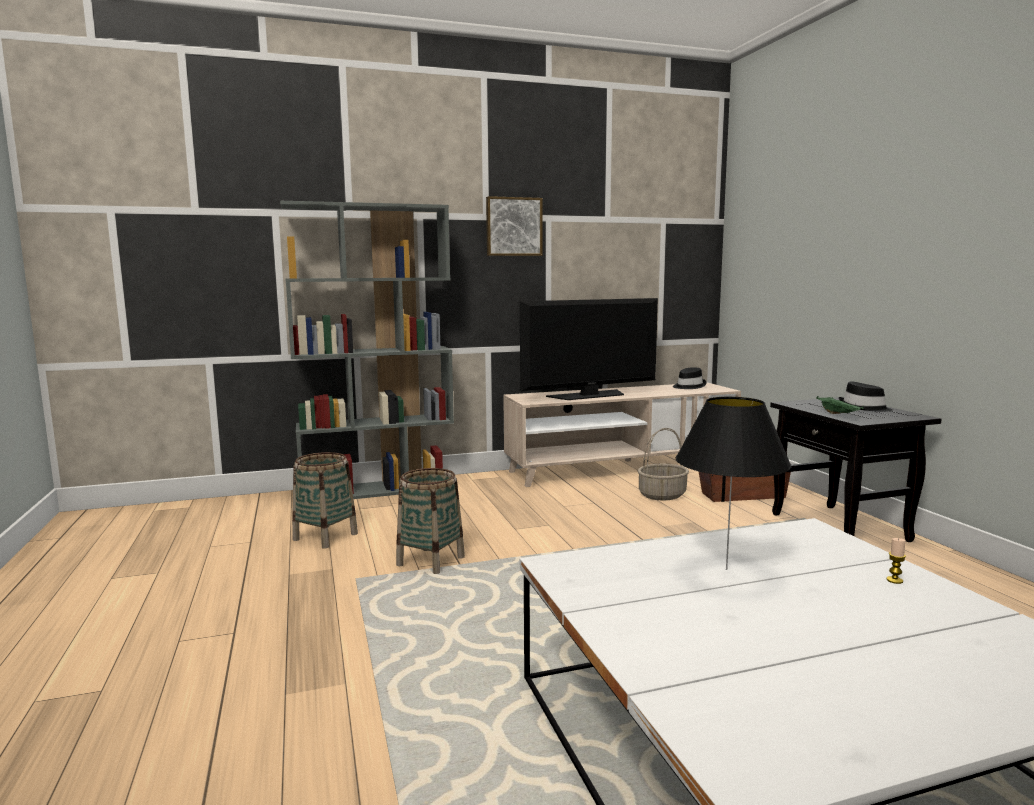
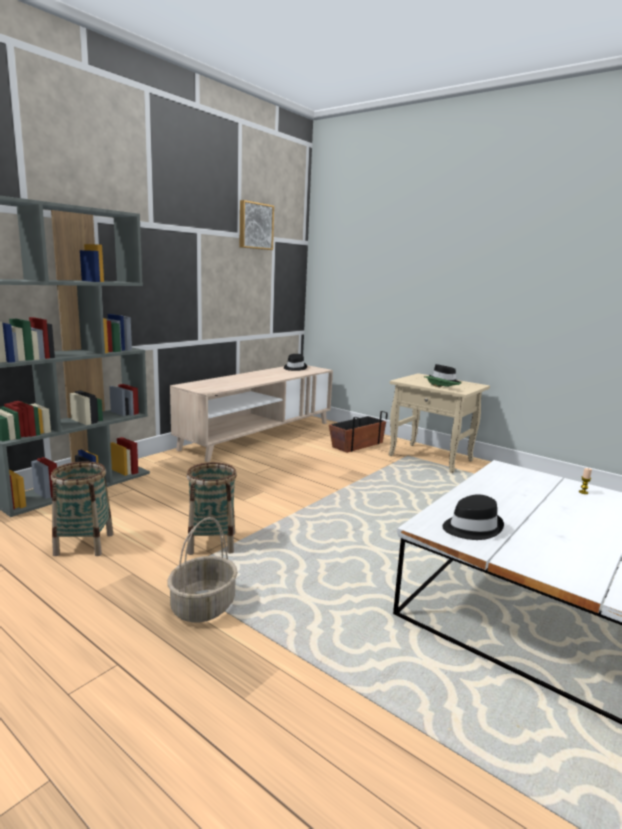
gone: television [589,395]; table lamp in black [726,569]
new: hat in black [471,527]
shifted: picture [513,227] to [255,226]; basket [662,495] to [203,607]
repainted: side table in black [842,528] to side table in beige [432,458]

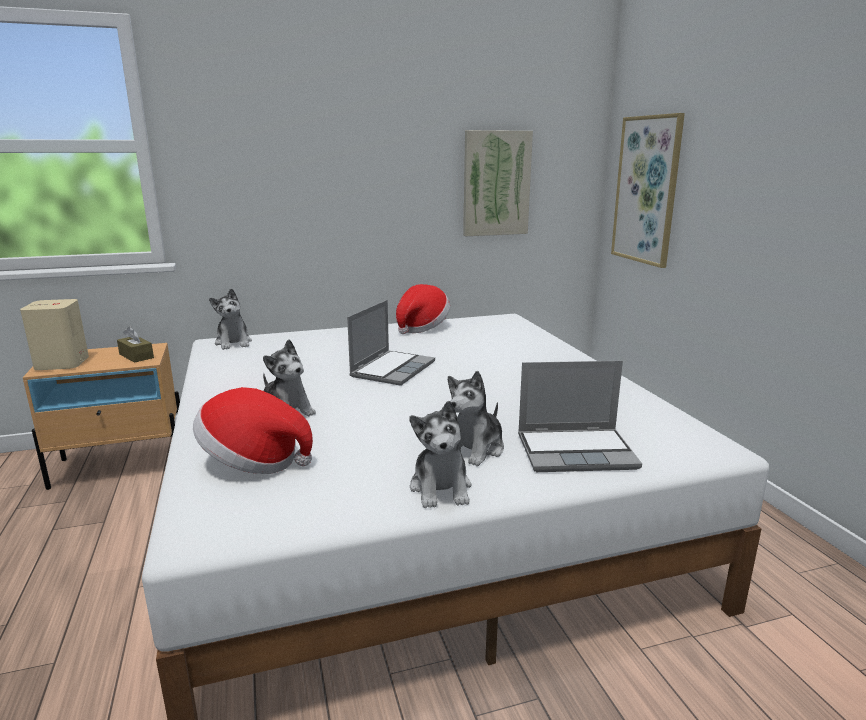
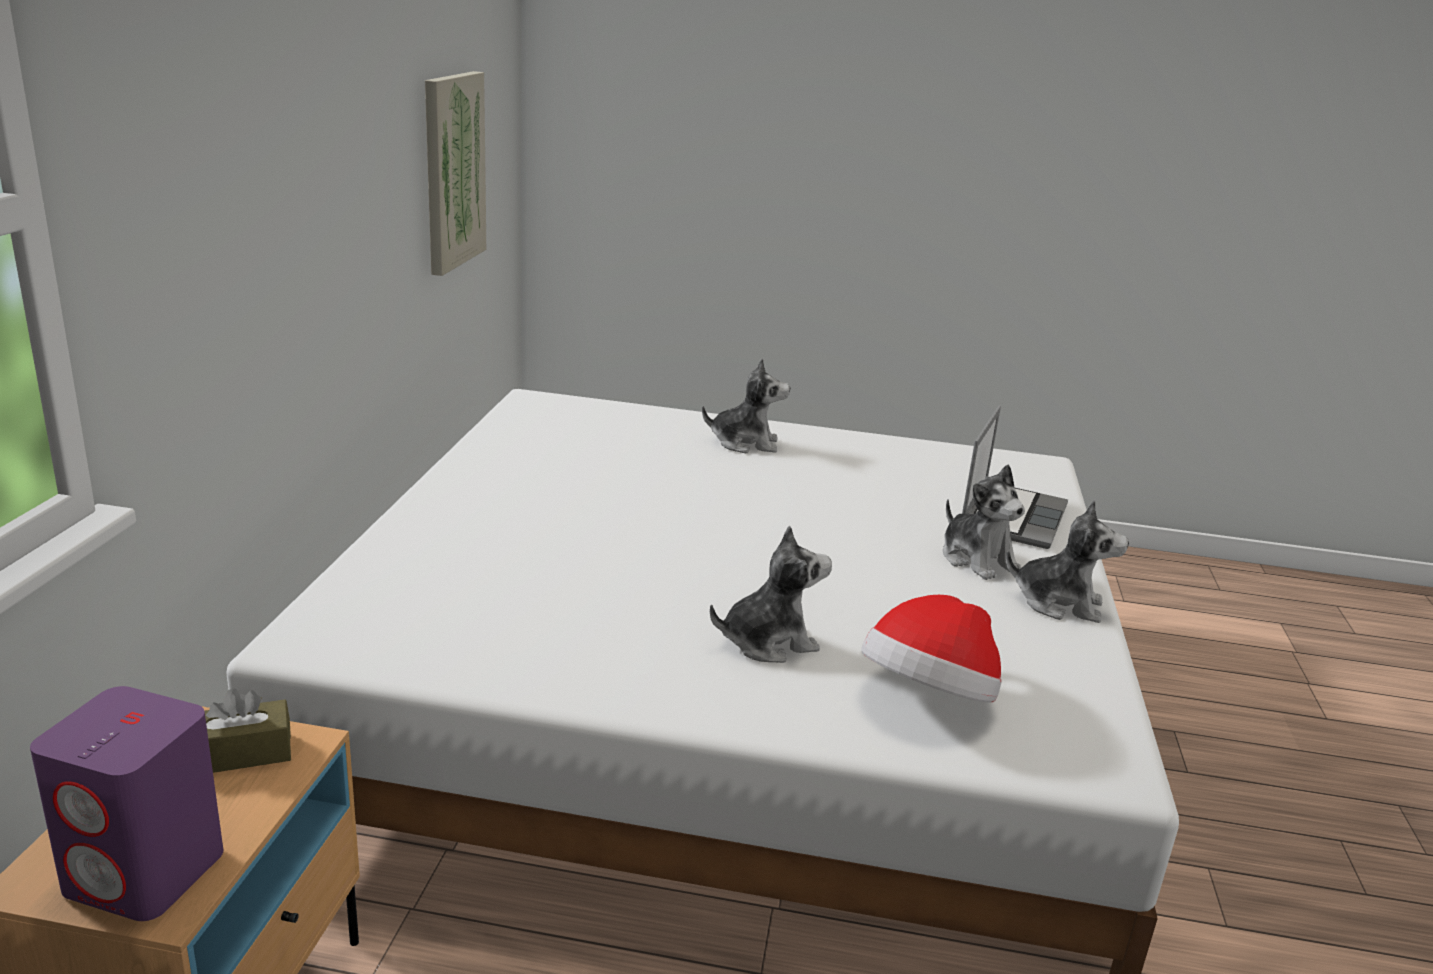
gone: laptop [392,369]; hat [421,327]; picture [647,190]
shifted: plush toy [233,343] to [745,443]
repainted: speaker in beige [62,364] to speaker in purple [146,872]

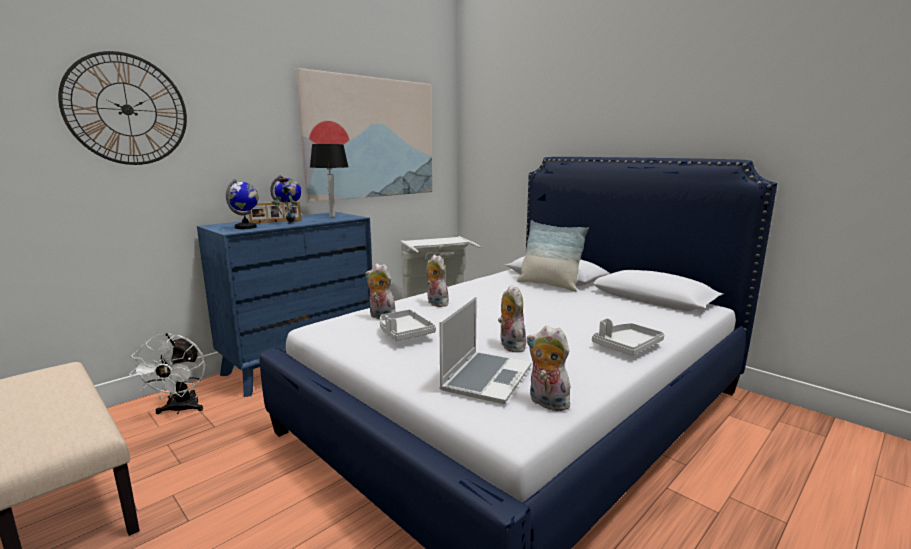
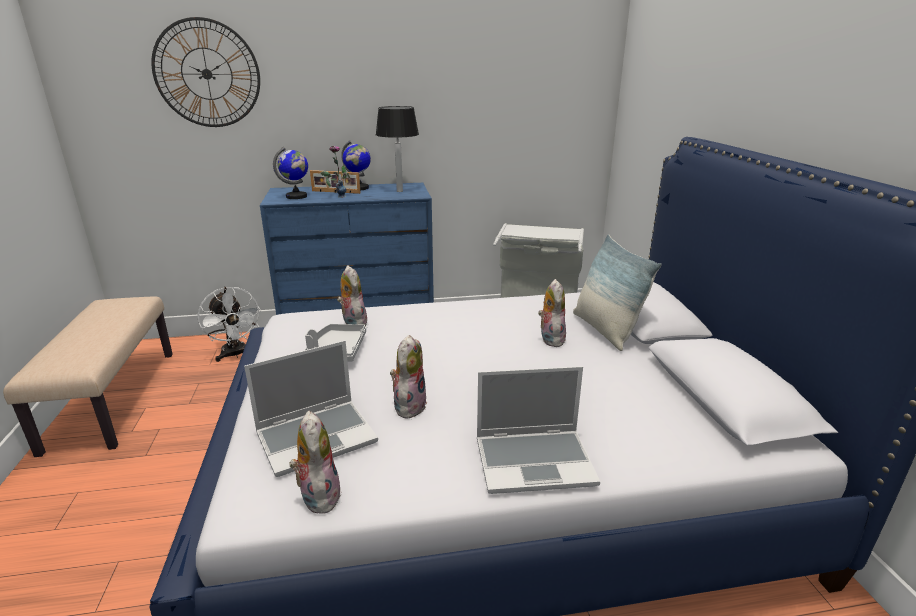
gone: picture [371,138]
shifted: plush toy [435,303] to [550,339]
swapped: tray in grey [626,346] to laptop [535,461]
rotated: fan in white [181,410] = [236,354] 60 degrees counterclockwise

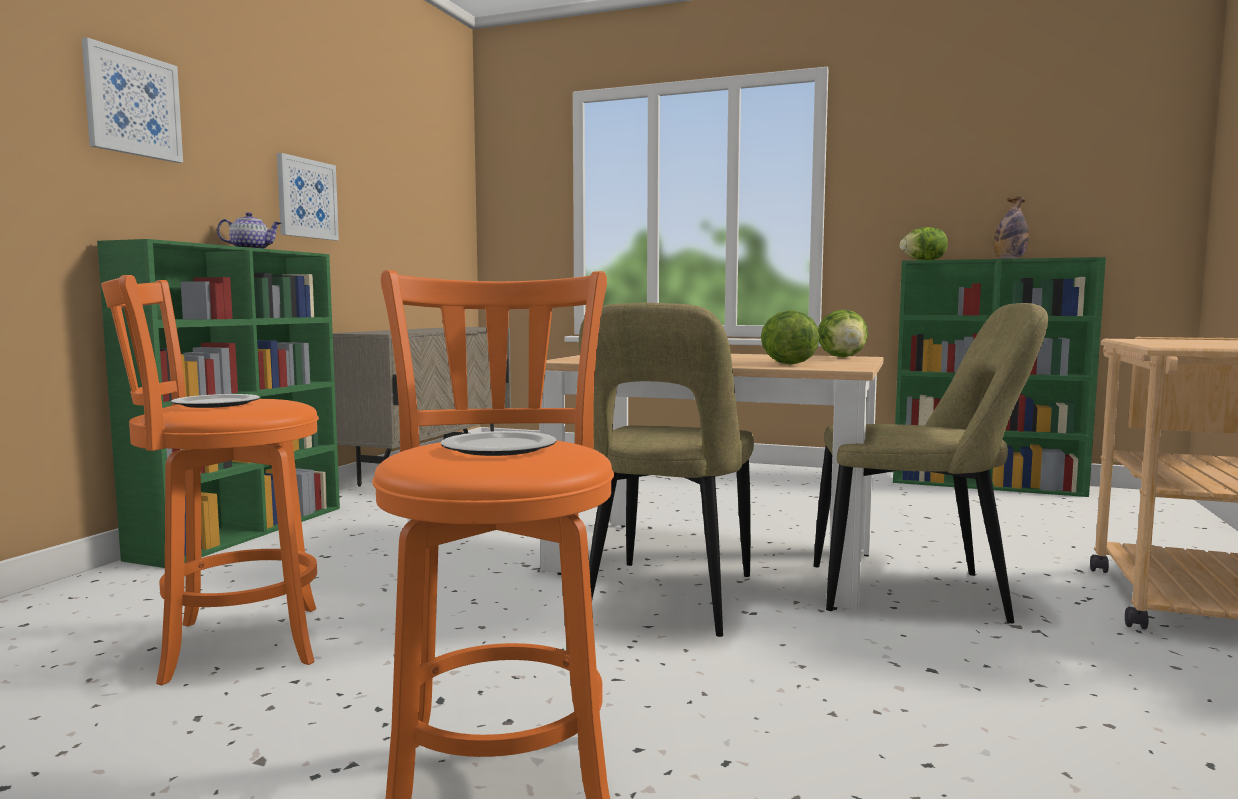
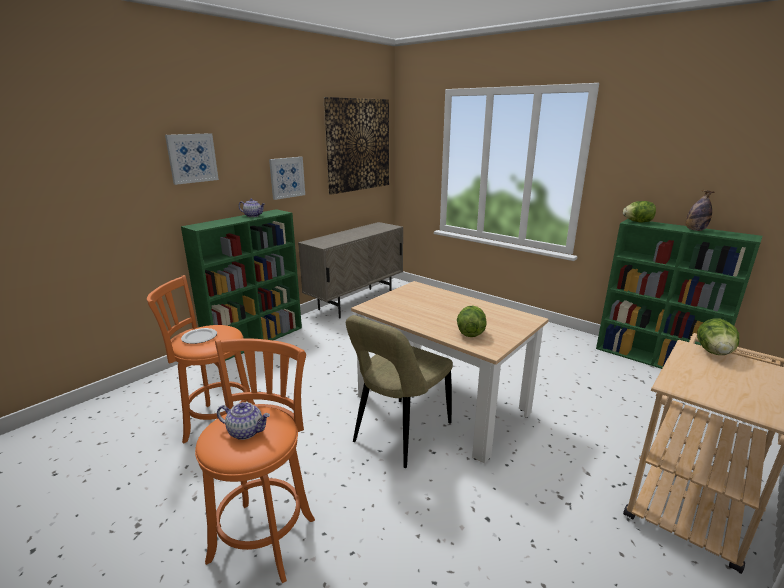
gone: chair in beige [916,594]
new: picture [358,145]
shifted: lettuce [843,357] to [714,352]
swapped: plate [498,448] to teapot [246,431]

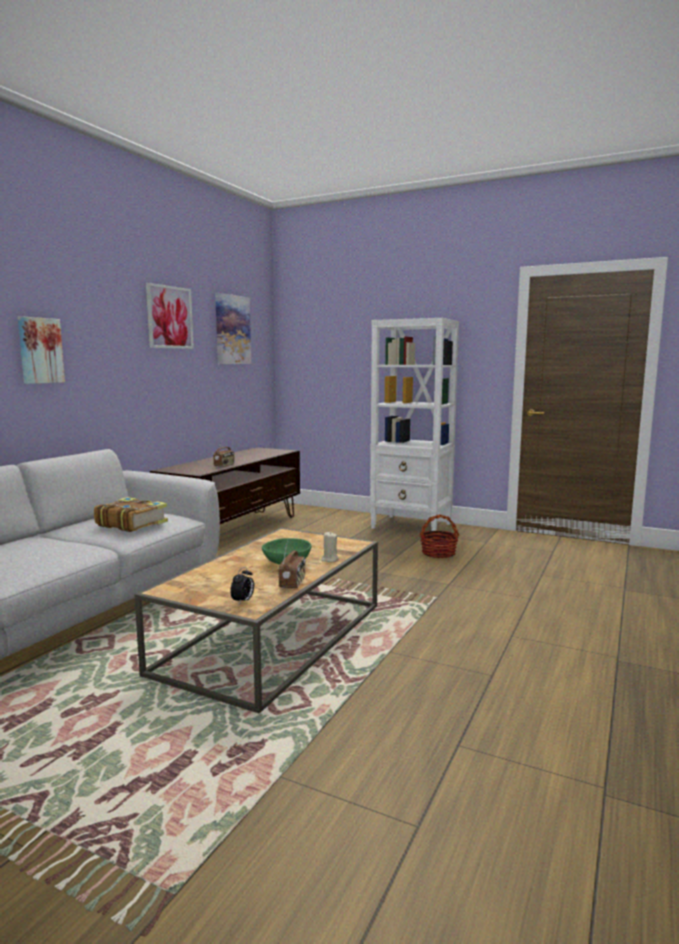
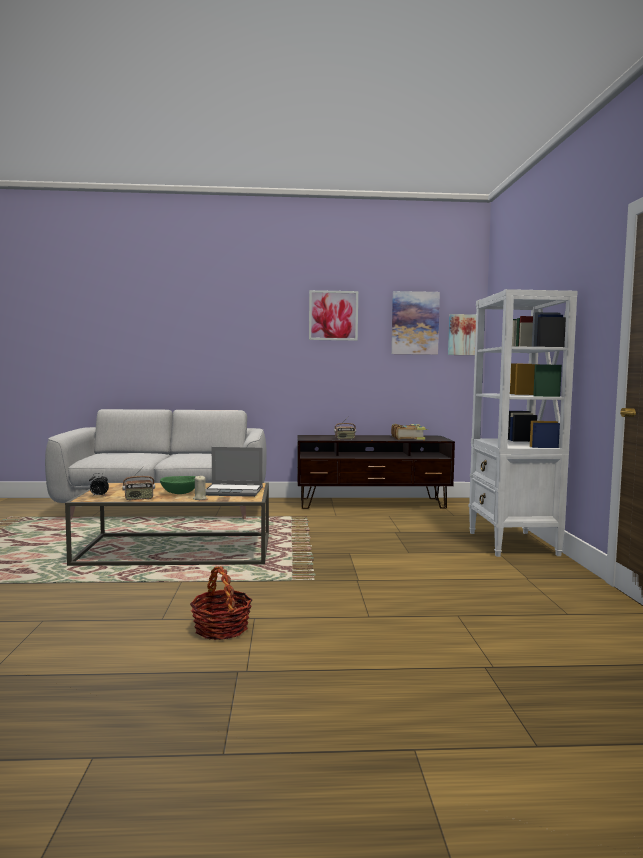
new: laptop [234,491]
shifted: picture [40,350] to [461,335]; book [131,523] to [408,438]; basket [438,553] to [221,628]

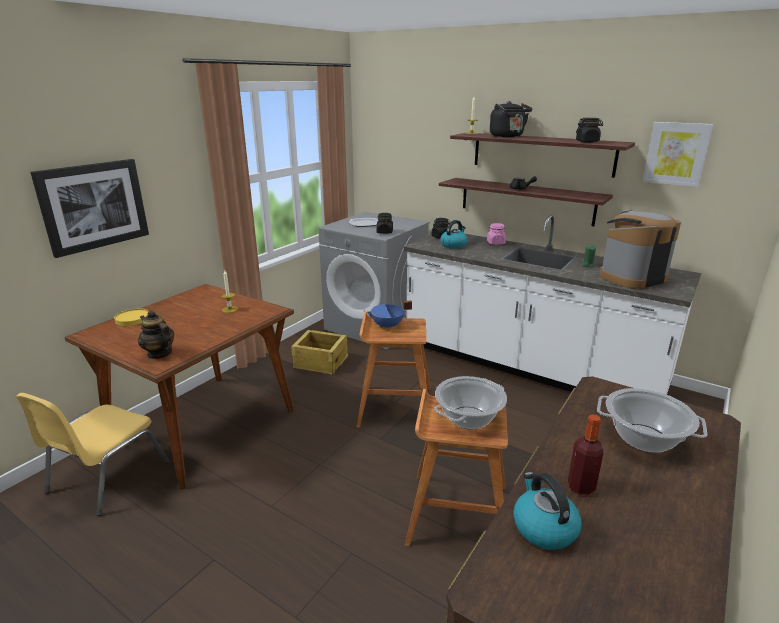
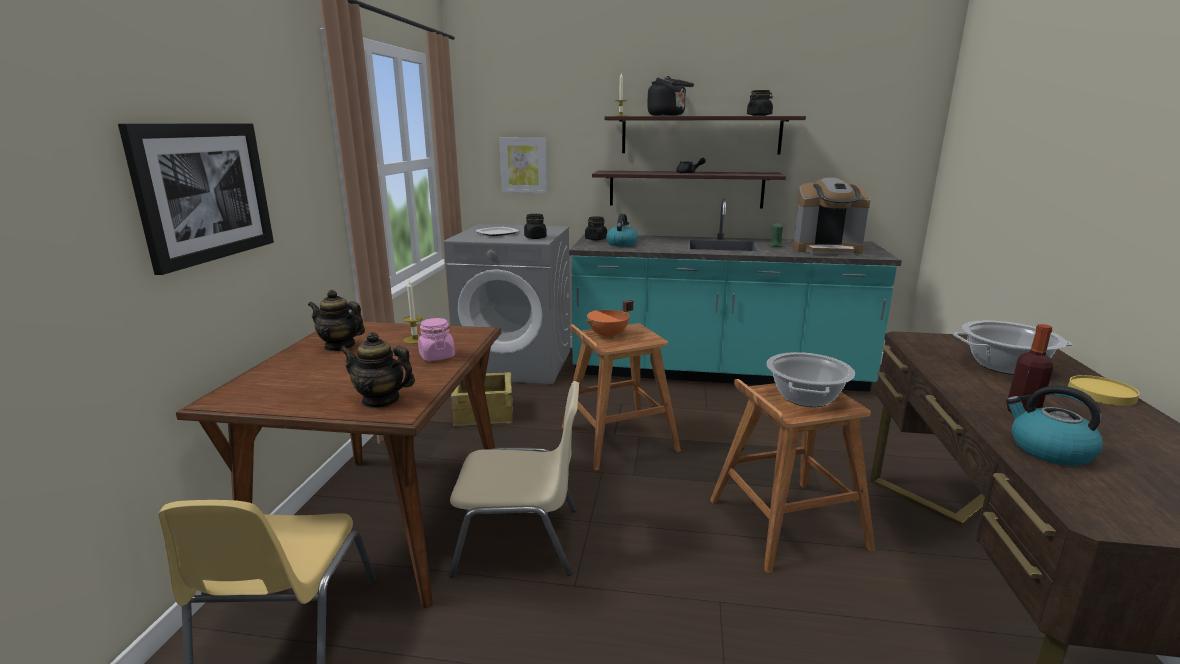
new: teapot [339,346]; chair in beige [520,540]
shifted: plate in yellow [133,319] to [1101,393]; jar in pink [495,243] to [437,356]; picture [676,154] to [523,165]
repainted: cooking pot in blue [388,326] to cooking pot in orange [608,336]; counter in white [528,367] to counter in turquoise [716,372]
rotated: coffee machine [631,277] = [826,250] 120 degrees counterclockwise

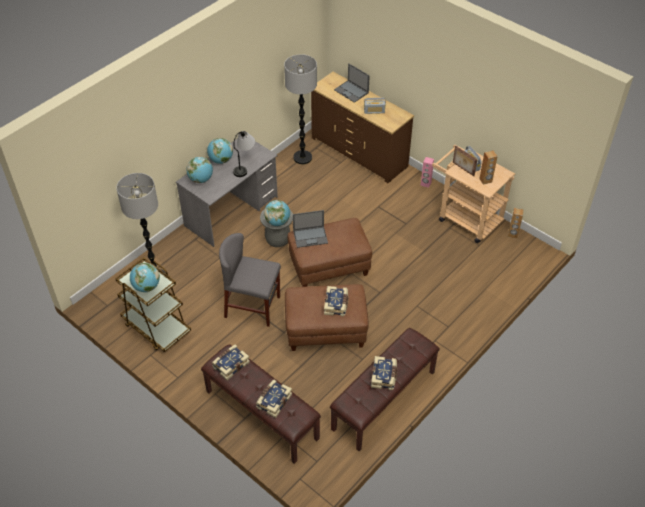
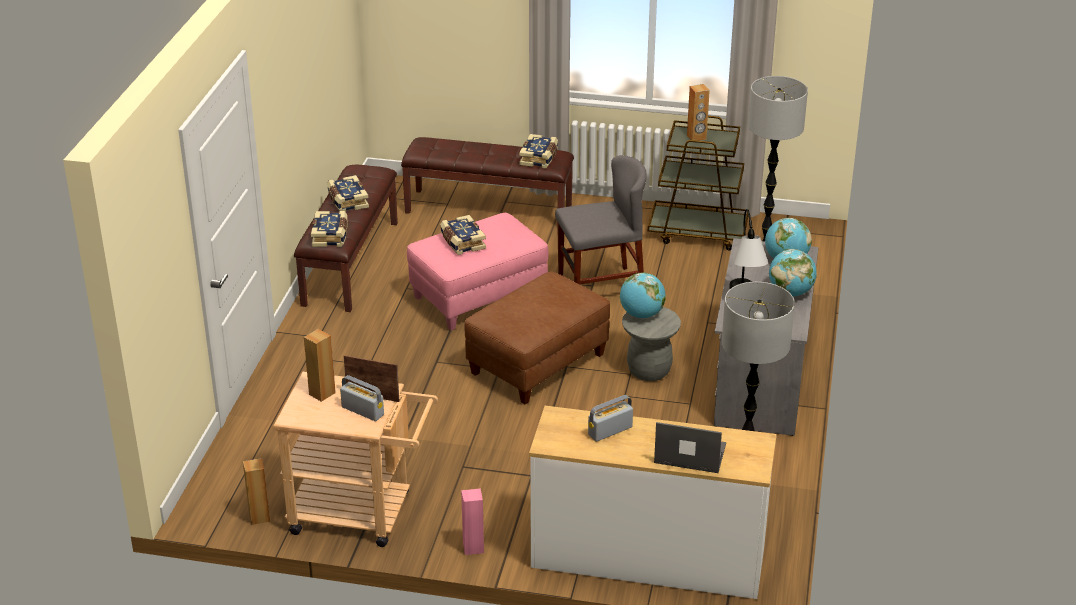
gone: laptop [310,236]
shifted: book [273,401] to [331,236]
swapped: globe [146,287] to speaker in brown [696,137]
repainted: ottoman in brown [325,331] to ottoman in pink [479,297]; dresser in brown [359,152] to dresser in white [647,560]

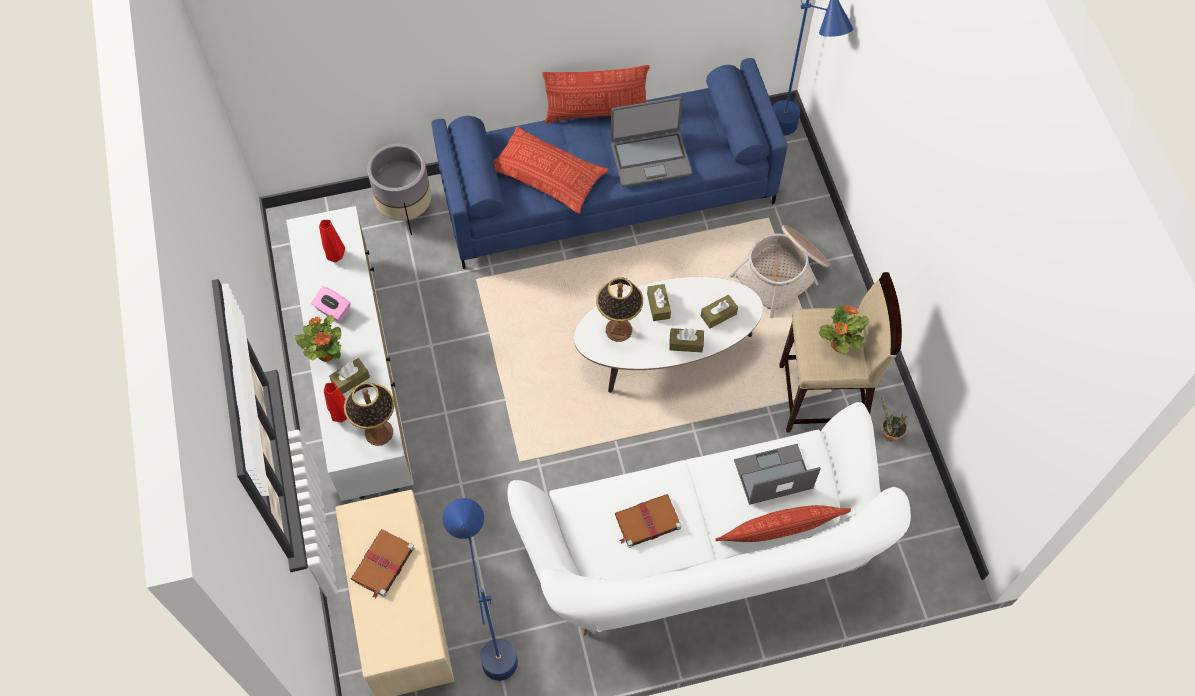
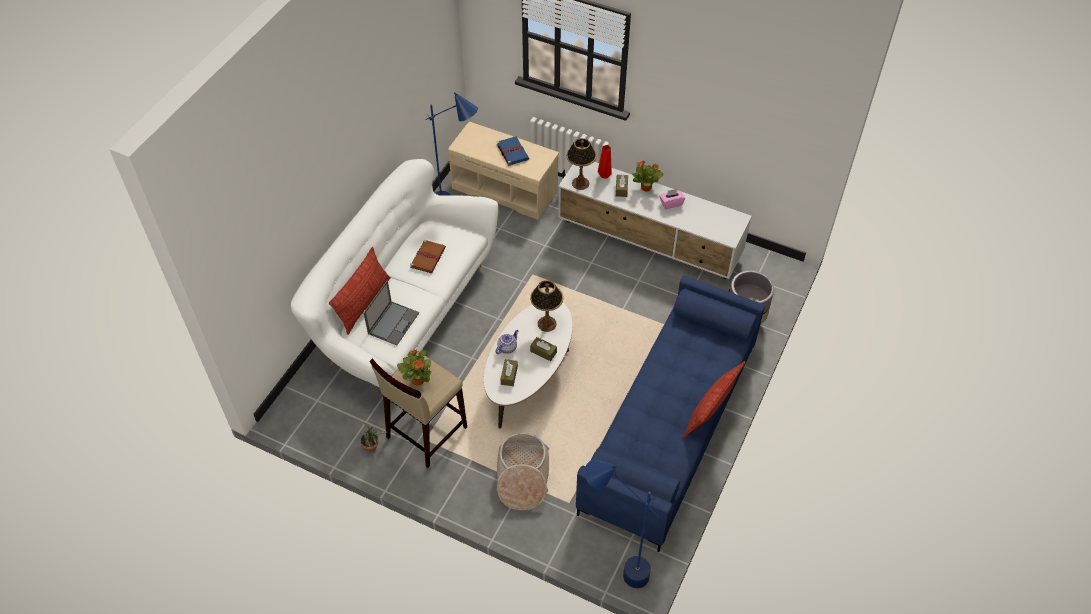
gone: vase in red [336,257]; pillow [547,174]; laptop [650,158]
swapped: tissue box in brown [686,343] to teapot [507,347]
repainted: book in brown [382,564] to book in blue [512,151]

